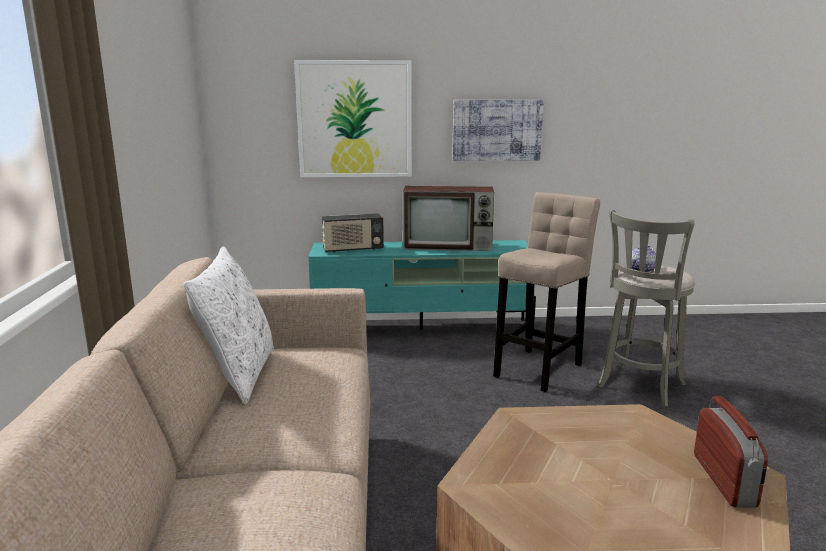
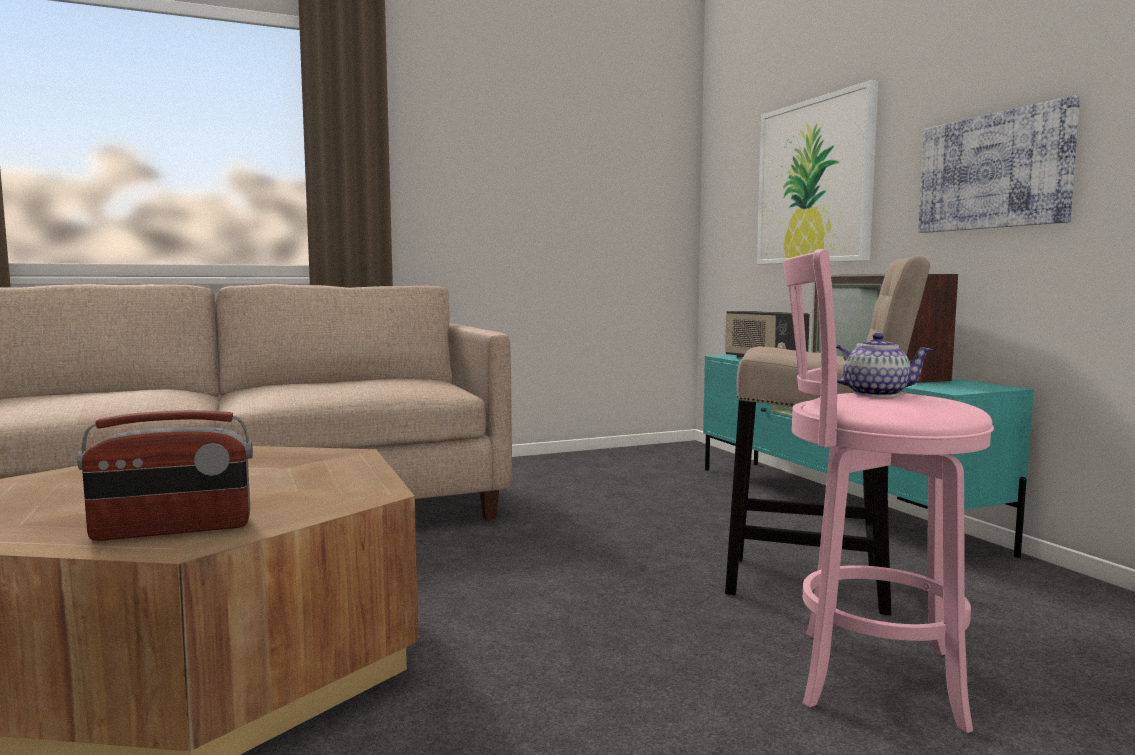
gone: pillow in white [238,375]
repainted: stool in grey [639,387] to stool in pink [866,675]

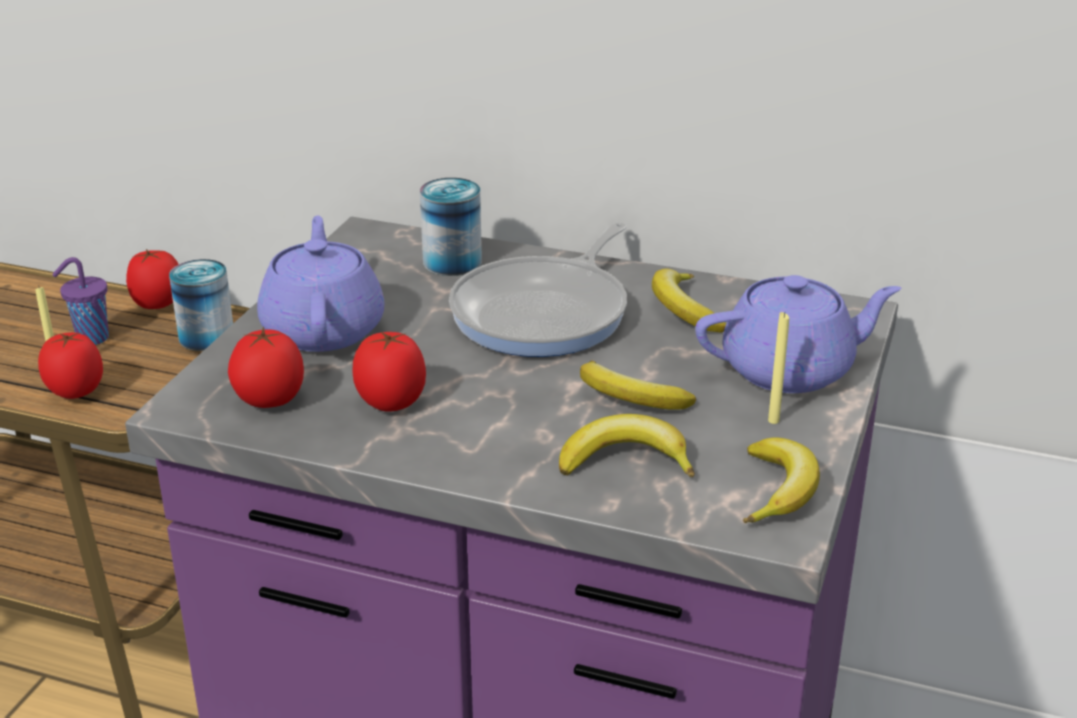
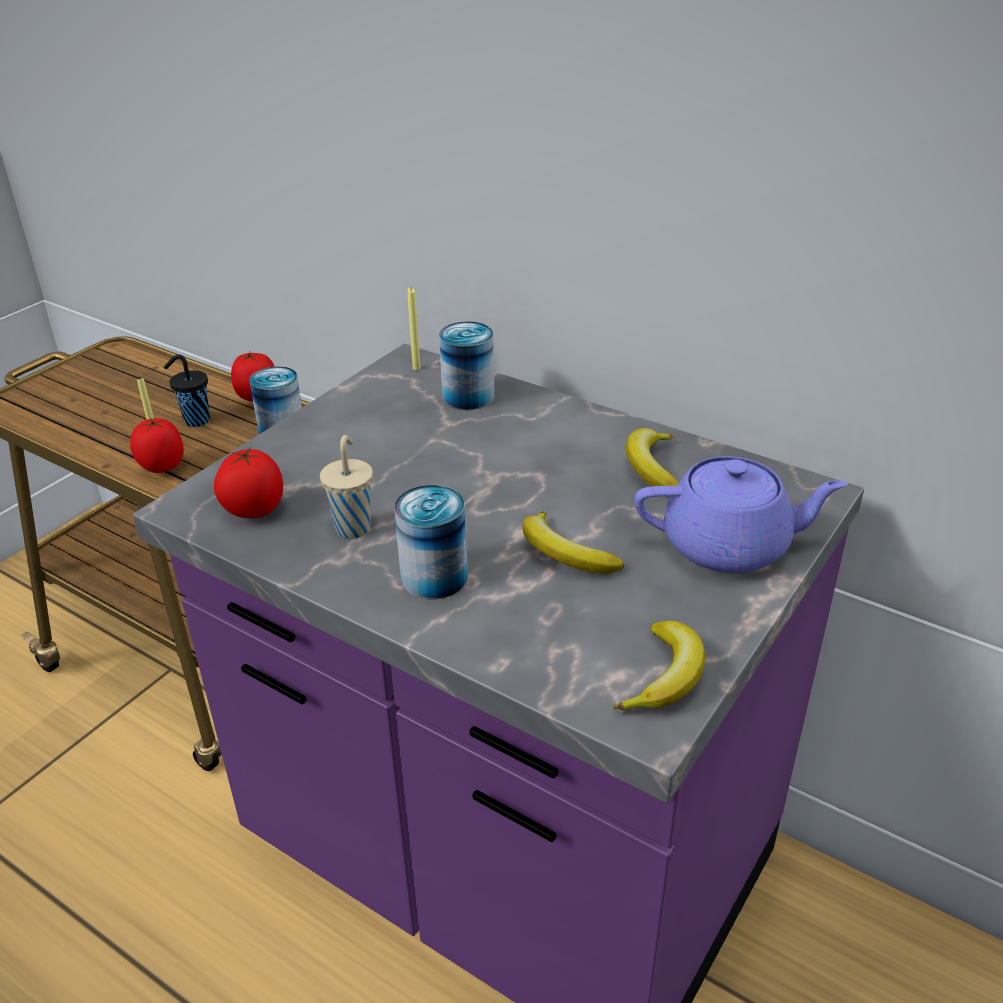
gone: teapot in purple [323,328]; frying pan [546,313]; banana [625,461]
new: can [434,577]
shifted: candle in yellow [773,421] to [416,368]
swapped: tomato [391,402] to cup in beige [353,527]
repainted: cup in purple [90,338] to cup in black [195,421]

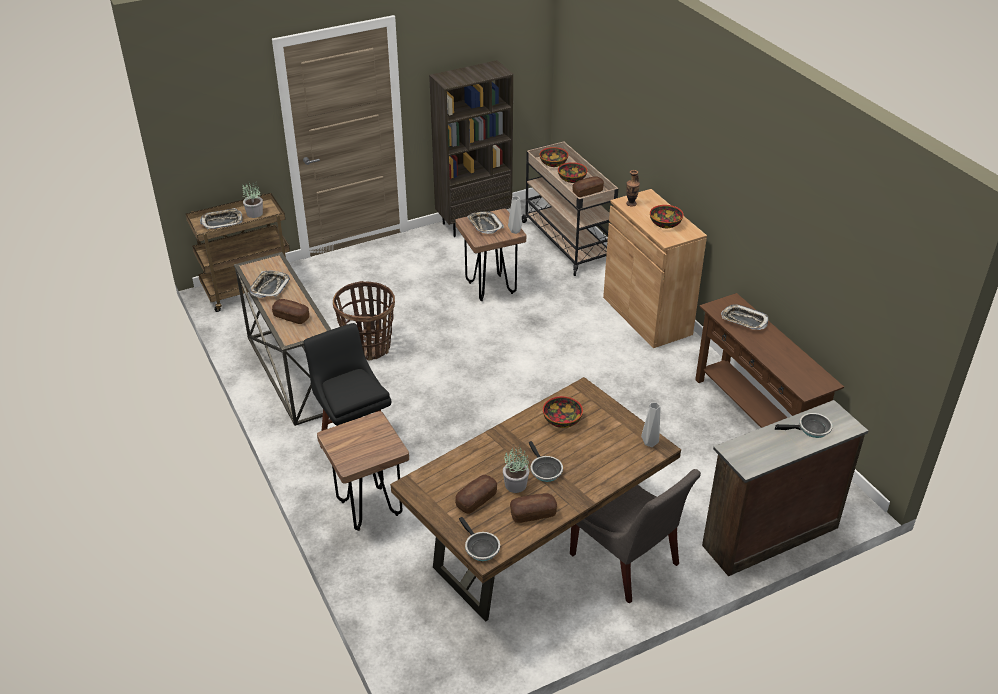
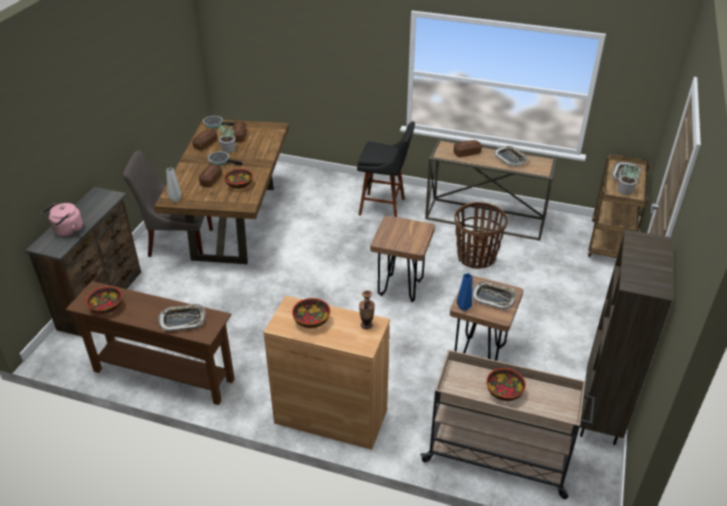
shifted: stool in brown [369,508] to [400,288]; bowl [553,163] to [107,307]; bread [587,192] to [211,180]
swapped: frying pan [811,429] to kettle in pink [67,231]
repainted: vase in grey [515,231] to vase in blue [463,307]

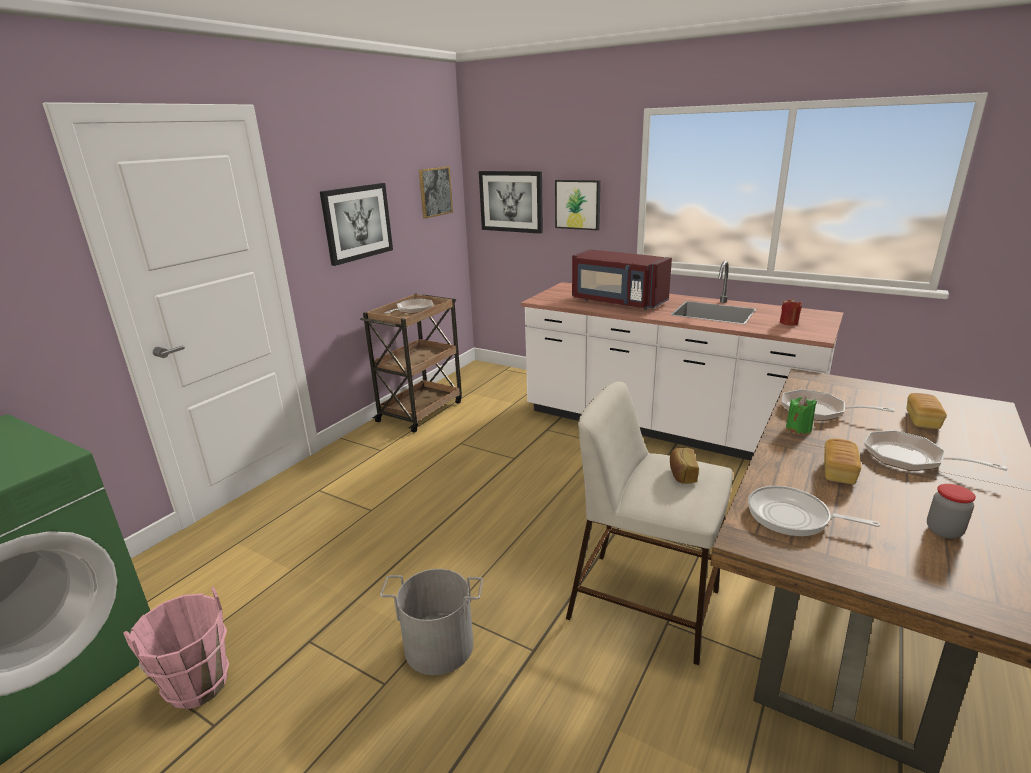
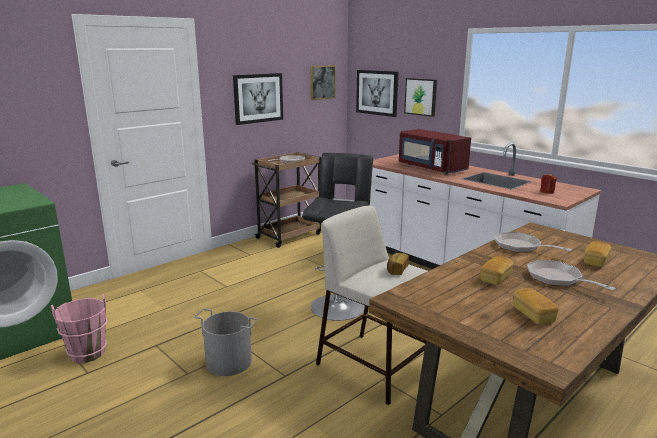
gone: frying pan [793,517]; candle in green [798,428]
new: stool in black [338,305]
swapped: jar [944,531] to bread [533,315]

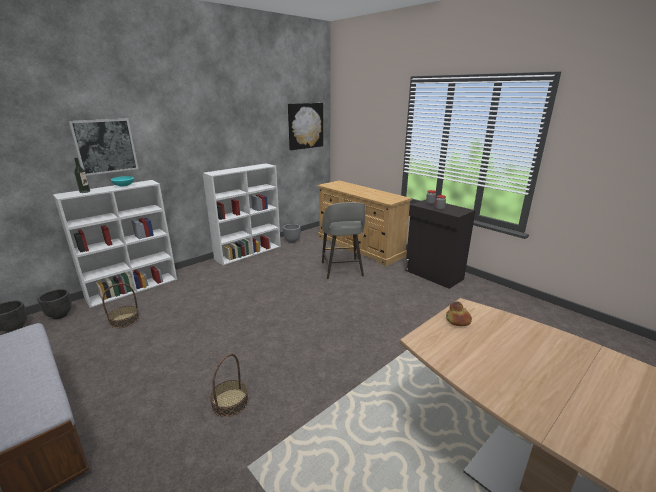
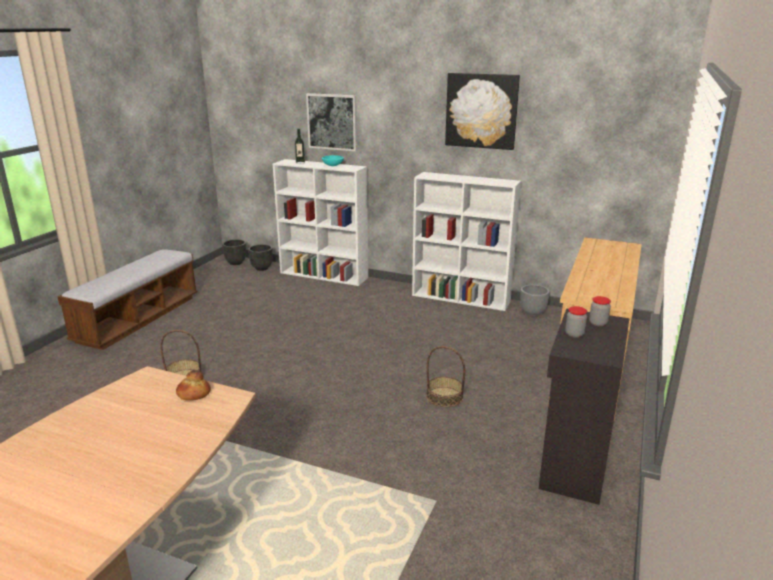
gone: stool in grey [342,270]
shifted: basket [125,320] to [444,397]; picture [305,126] to [481,111]

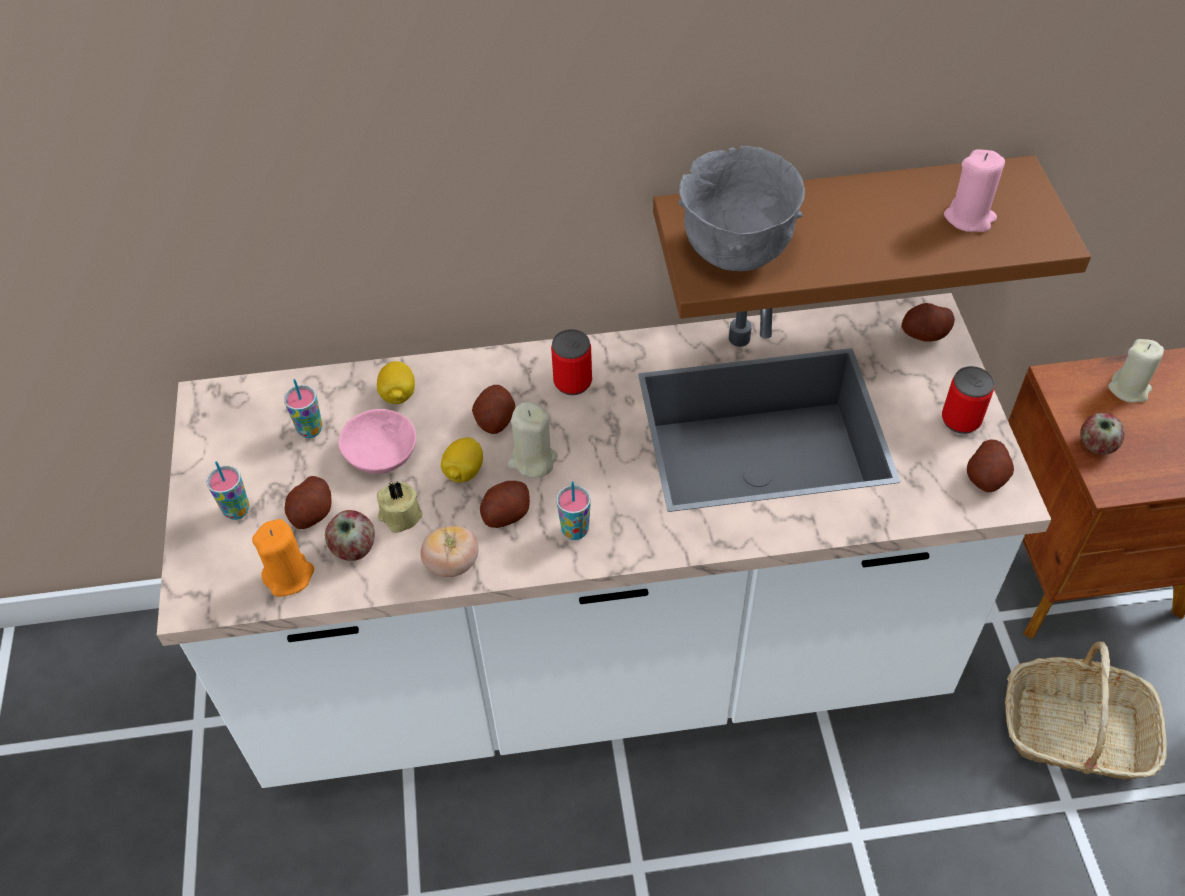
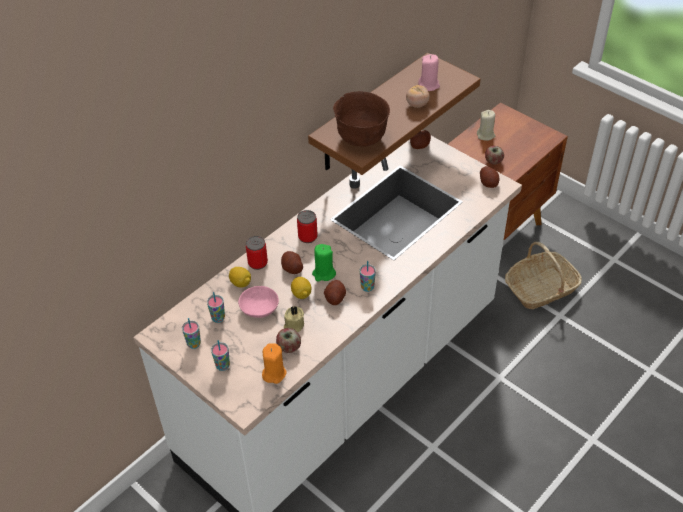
gone: potato [312,513]
new: cup [194,344]
shifted: tomato [452,564] to [417,104]; can [961,420] to [258,263]
repainted: candle in beige [532,460] to candle in green [324,273]; bowl in grey [736,250] to bowl in brown [361,138]

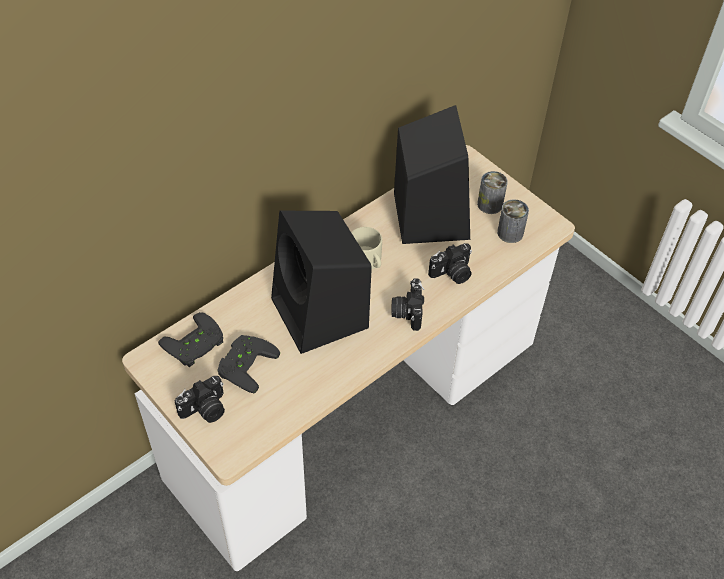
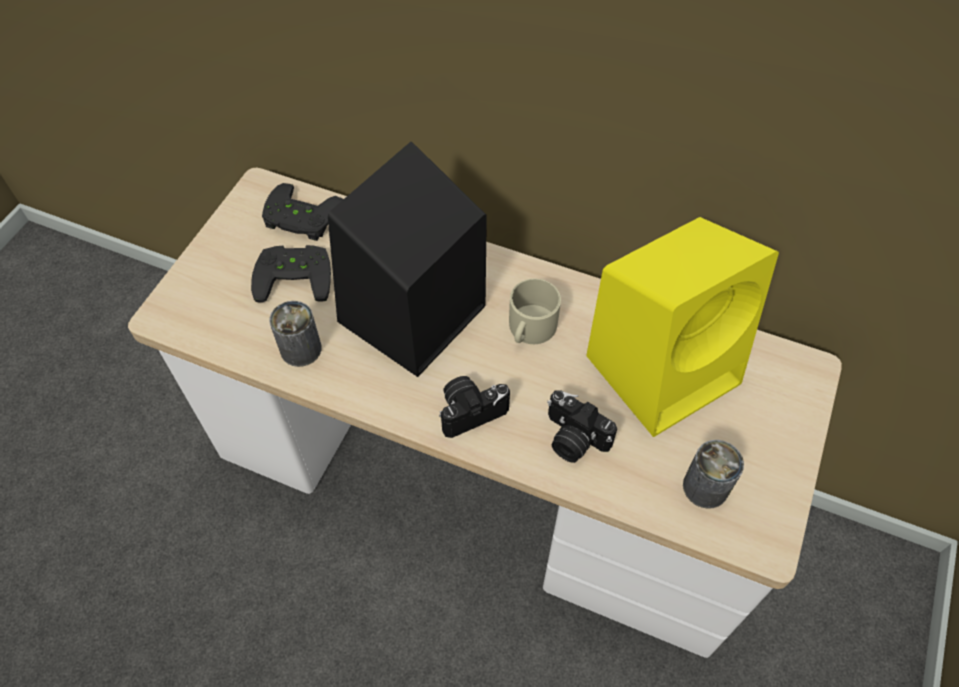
gone: photo camera [205,410]
shifted: can [490,204] to [301,349]
repainted: speaker in black [430,214] to speaker in yellow [665,367]

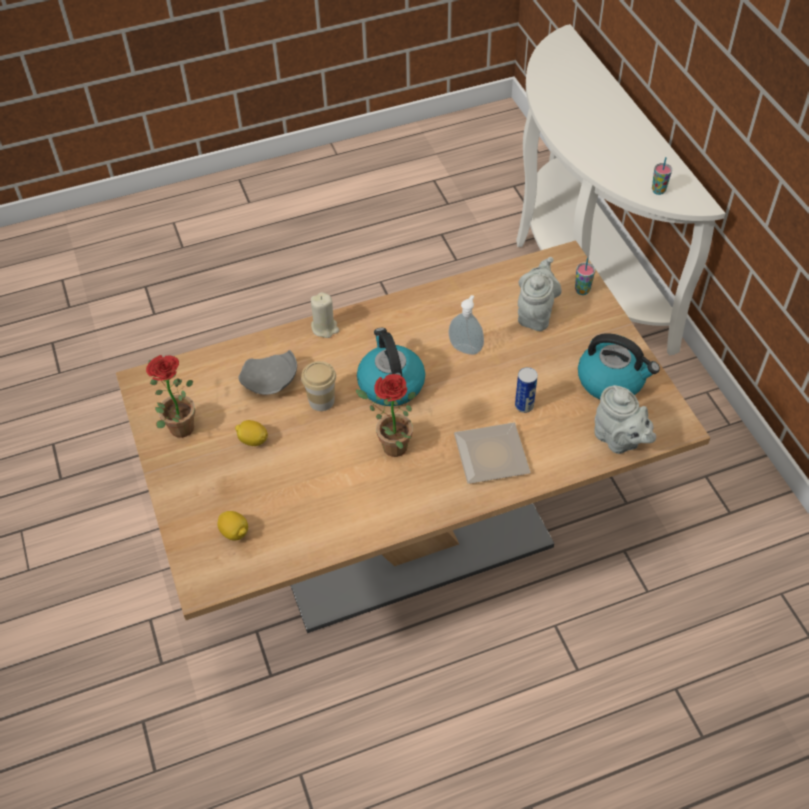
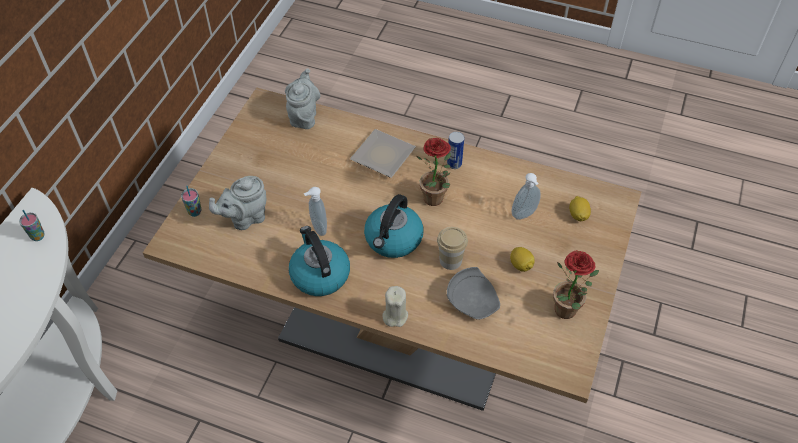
new: soap dispenser [524,215]
shifted: can [524,405] to [454,164]; kettle [612,381] to [319,274]

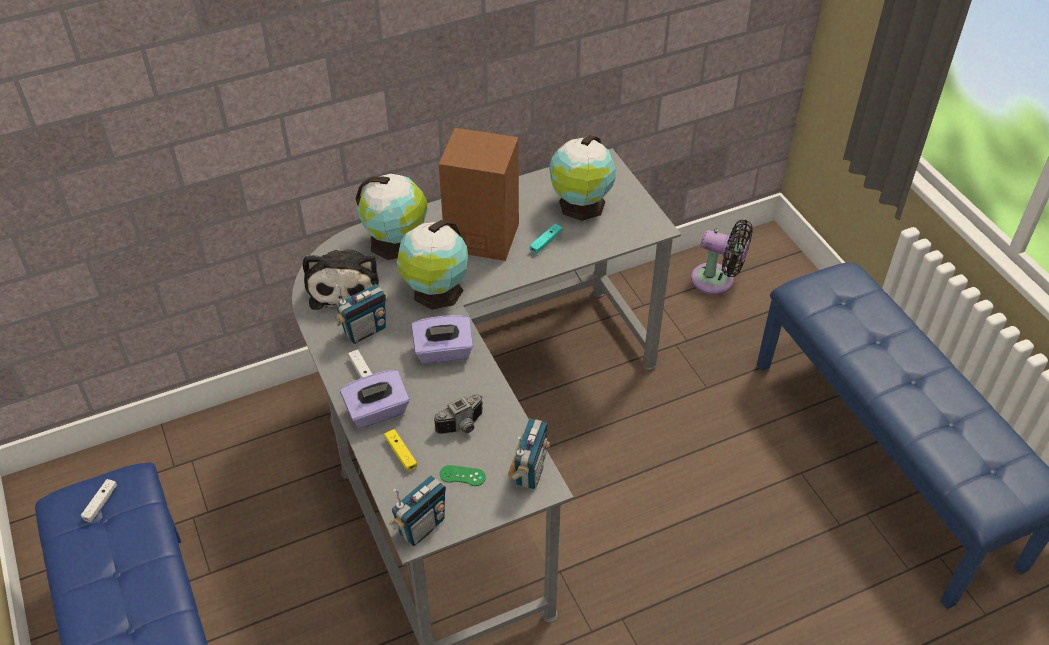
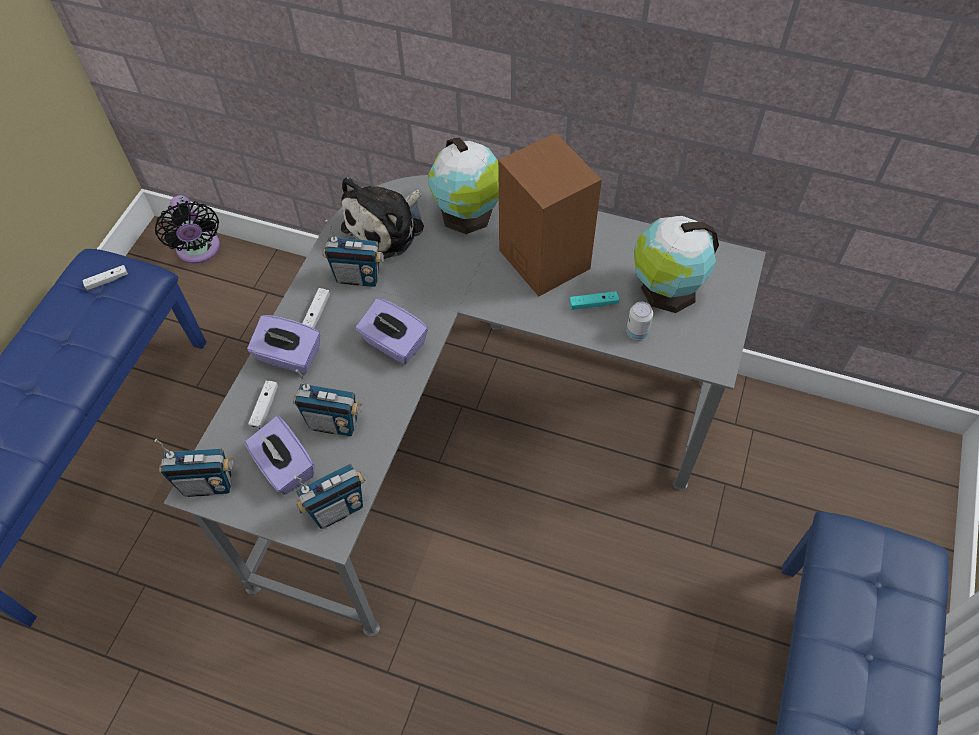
gone: globe [436,293]
new: can [637,332]
shifted: fan in black [717,281] to [199,251]
swapped: photo camera [463,426] to radio [334,423]; game controller in green [462,476] to tissue box in purple [285,467]
repainted: game controller in yellow [401,453] to game controller in white [265,408]

